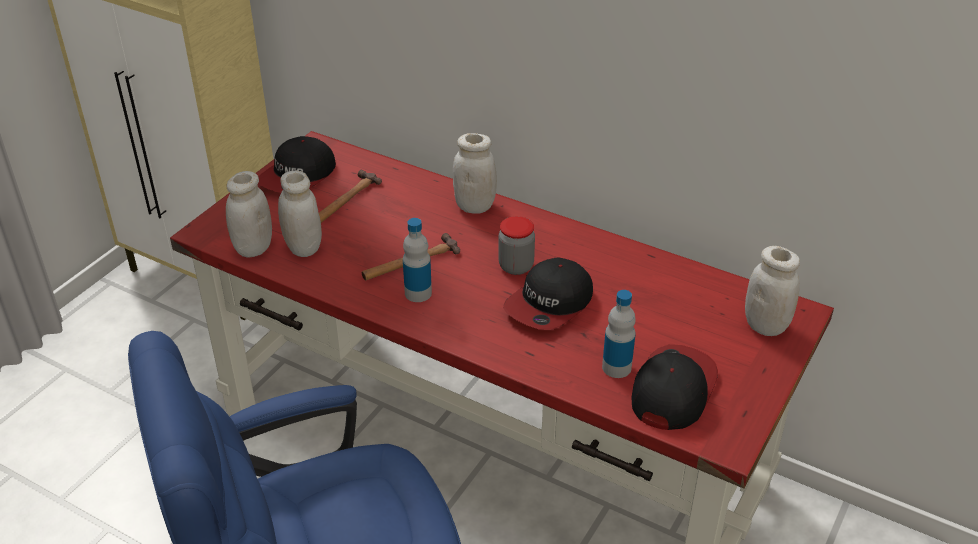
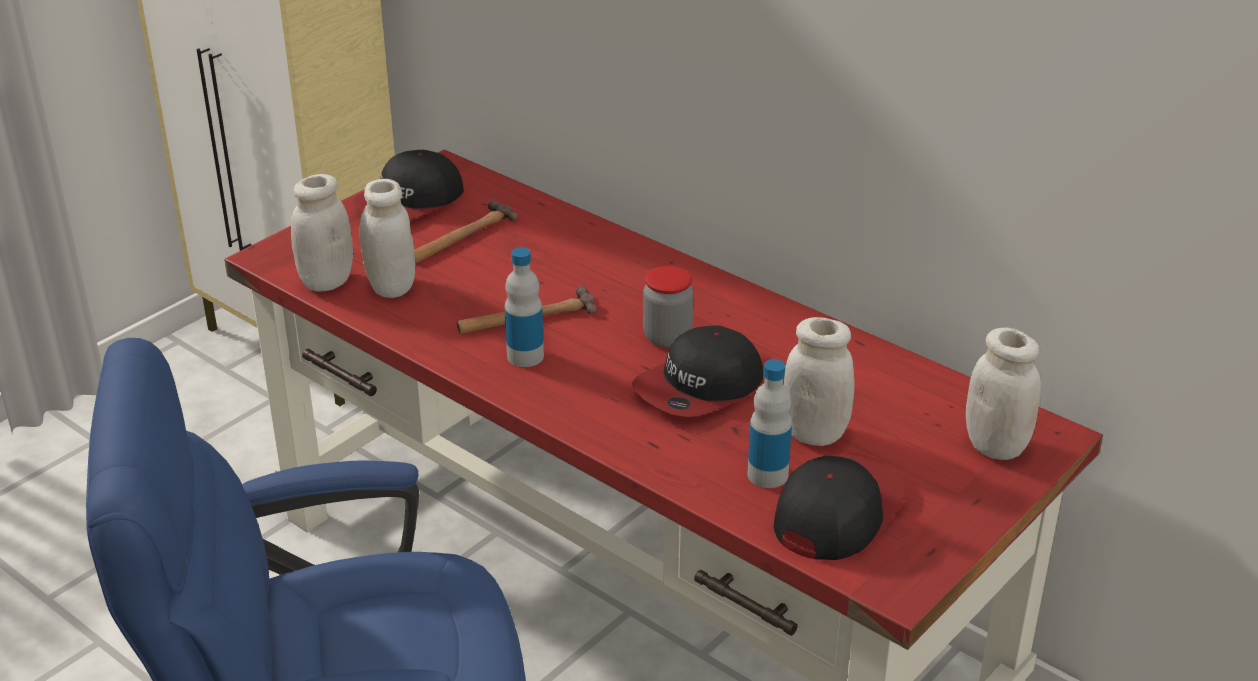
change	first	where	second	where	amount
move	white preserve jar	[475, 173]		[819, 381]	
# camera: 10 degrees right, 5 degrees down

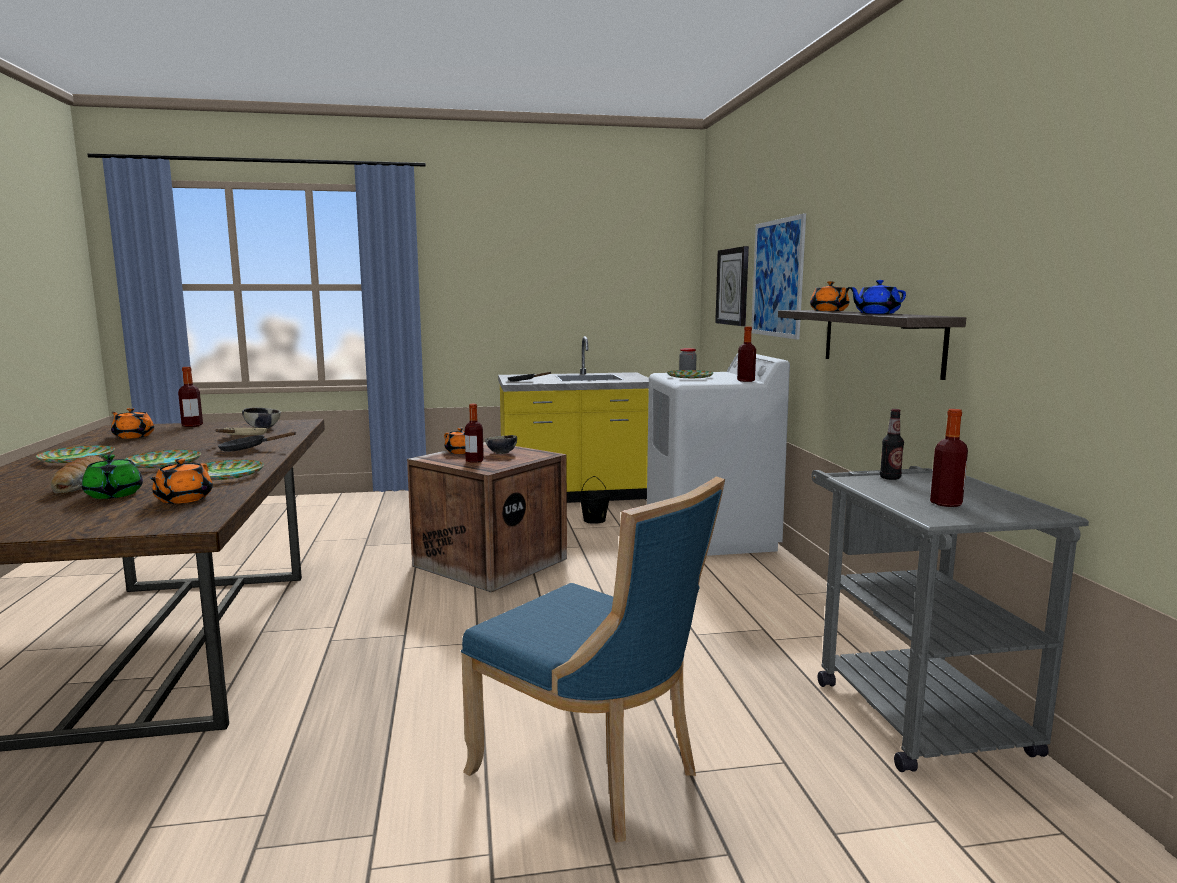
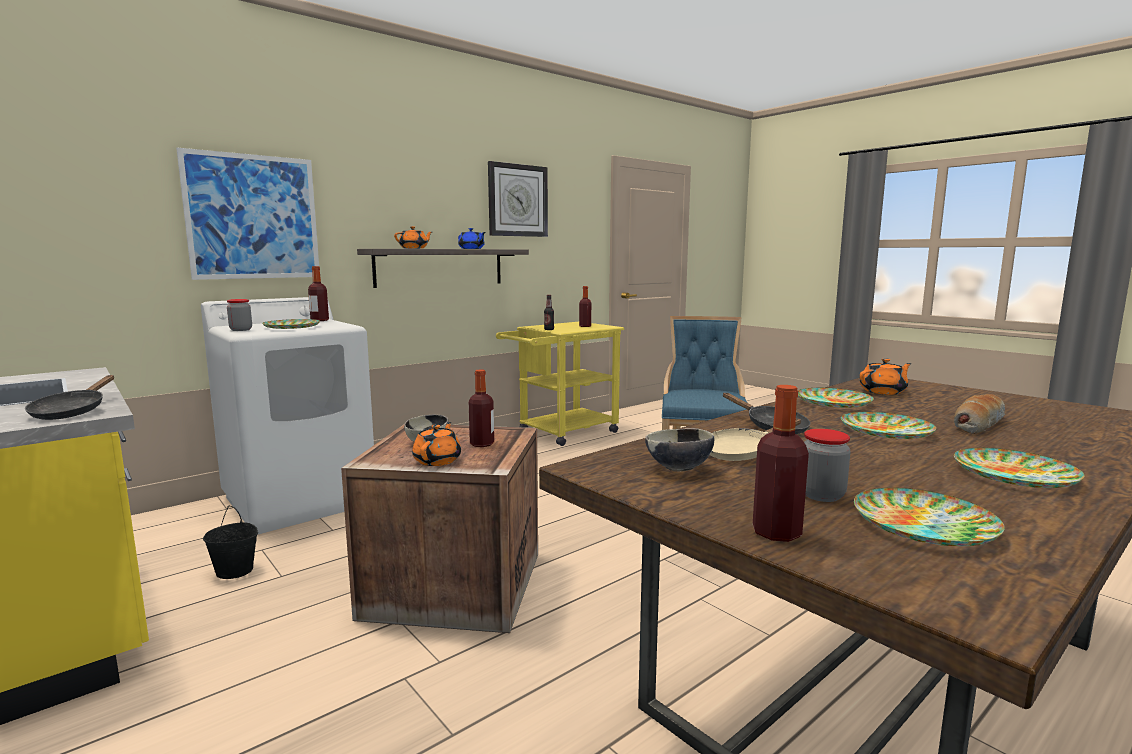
change	first	where	second	where	amount
move	wall clock	[732, 286]		[518, 199]	
recolor	greyish trolley	[950, 619]	yellowish trolley	[560, 384]	
insert			preserve jar	[827, 465]	
replace	orange tea pot	[132, 423]	flat dish	[929, 517]	
delete	green-coloured tea pot	[112, 477]			
# camera: 120 degrees left, 0 degrees up

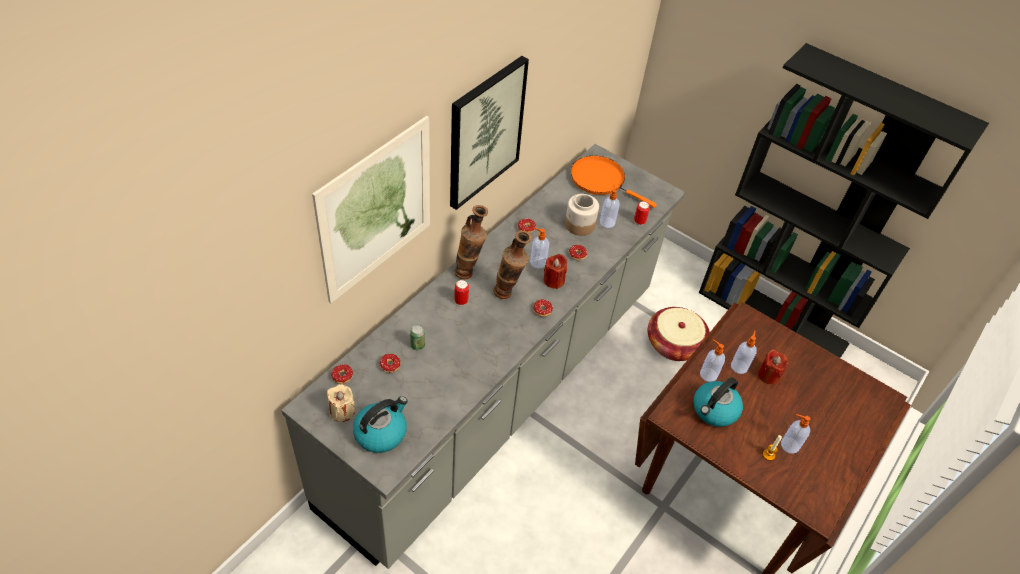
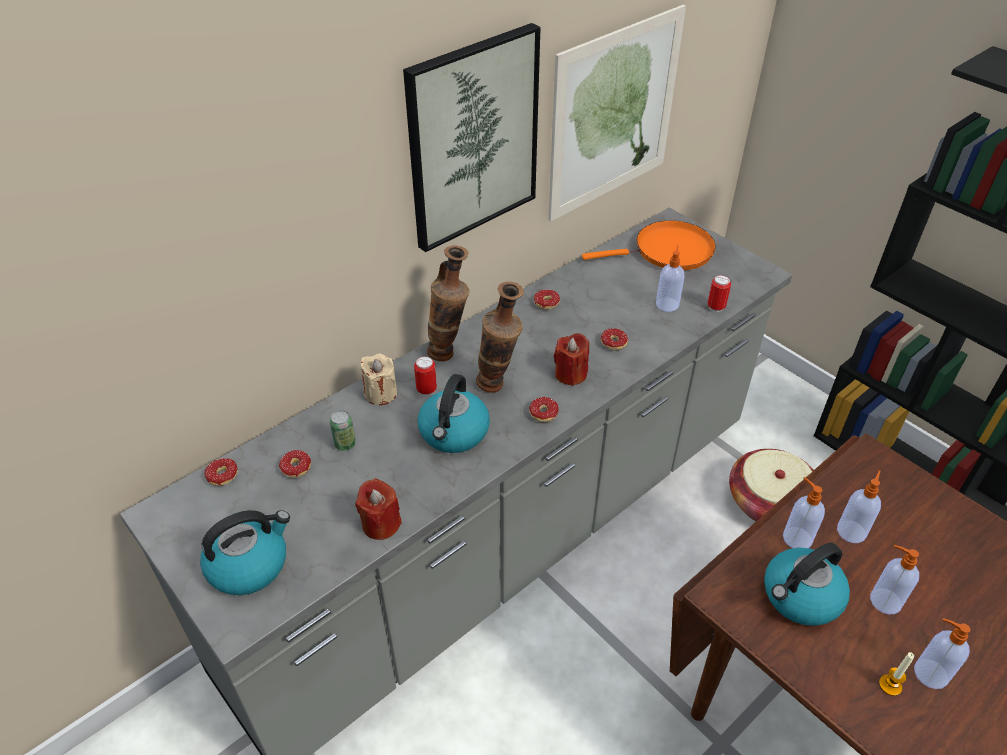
change	first	where	second	where	amount
move	red candle	[773, 366]		[378, 509]	
move	beige-coloured candle	[341, 403]		[379, 379]	
insert			water kettle	[454, 413]	
move	wall picture	[371, 209]		[617, 113]	
rotate	orange skillet	[614, 182]		[649, 245]	120 degrees clockwise
move	soap bottle	[539, 247]		[894, 580]	
delete	preserve jar	[582, 215]			
# camera: 15 degrees right, 5 degrees down

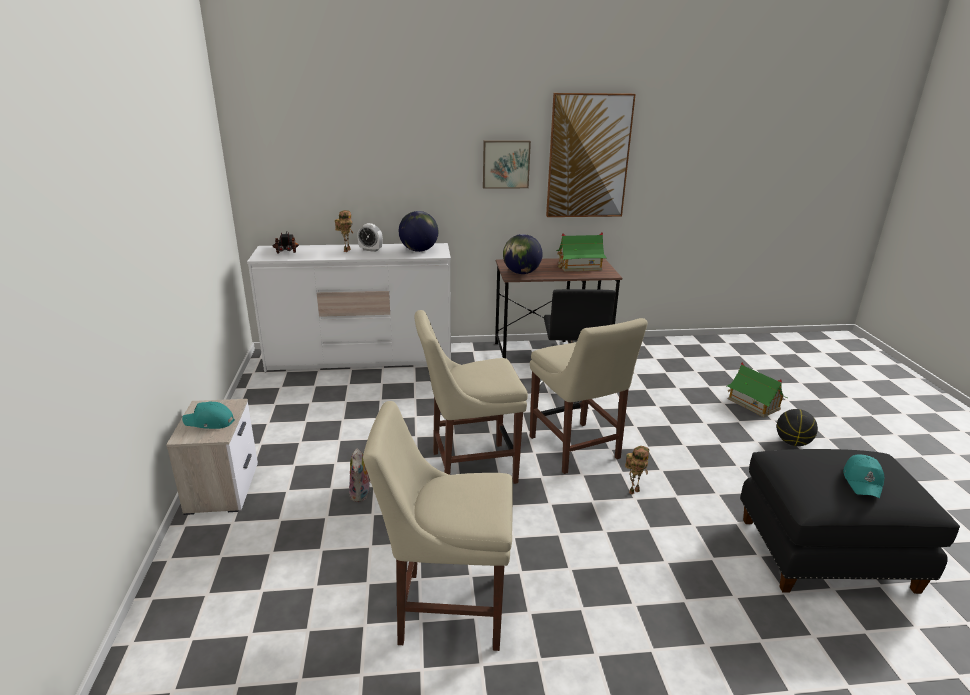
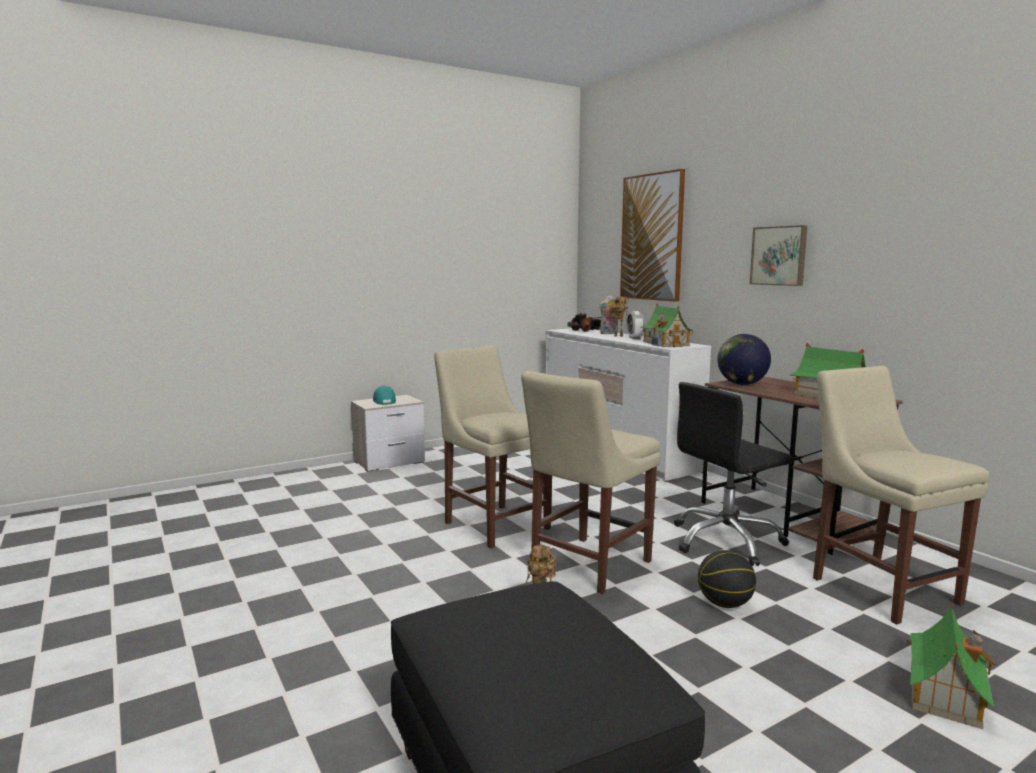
change	first	where	second	where	amount
move	plush toy	[360, 475]		[608, 314]	
move	wall picture	[591, 155]		[652, 235]	
replace	desk globe	[419, 231]	toy house	[667, 325]	
move	ball for basketball	[797, 427]		[727, 579]	
move	beige-coloured chair	[438, 526]		[901, 495]	
delete	blue-green peaked cap	[864, 476]			
# camera: 65 degrees right, 15 degrees down

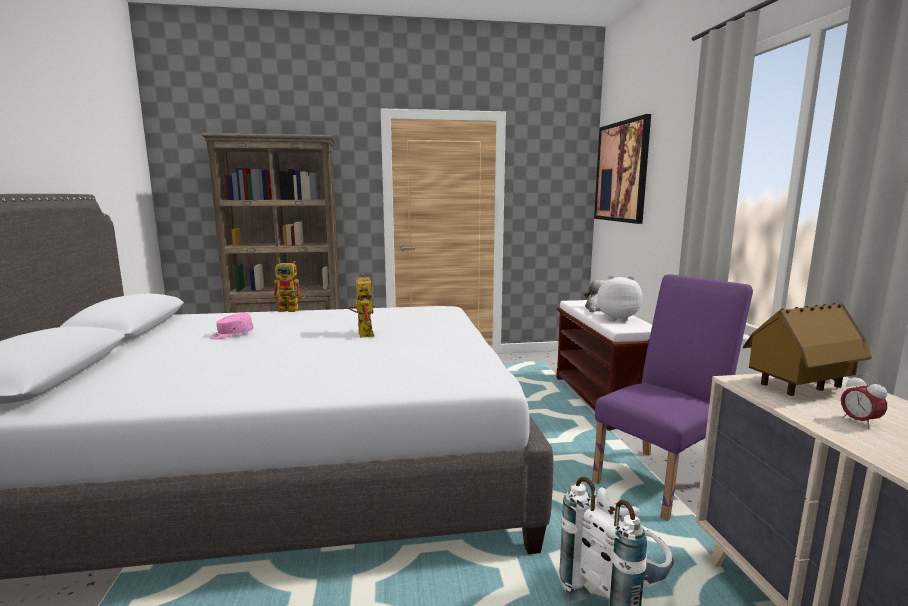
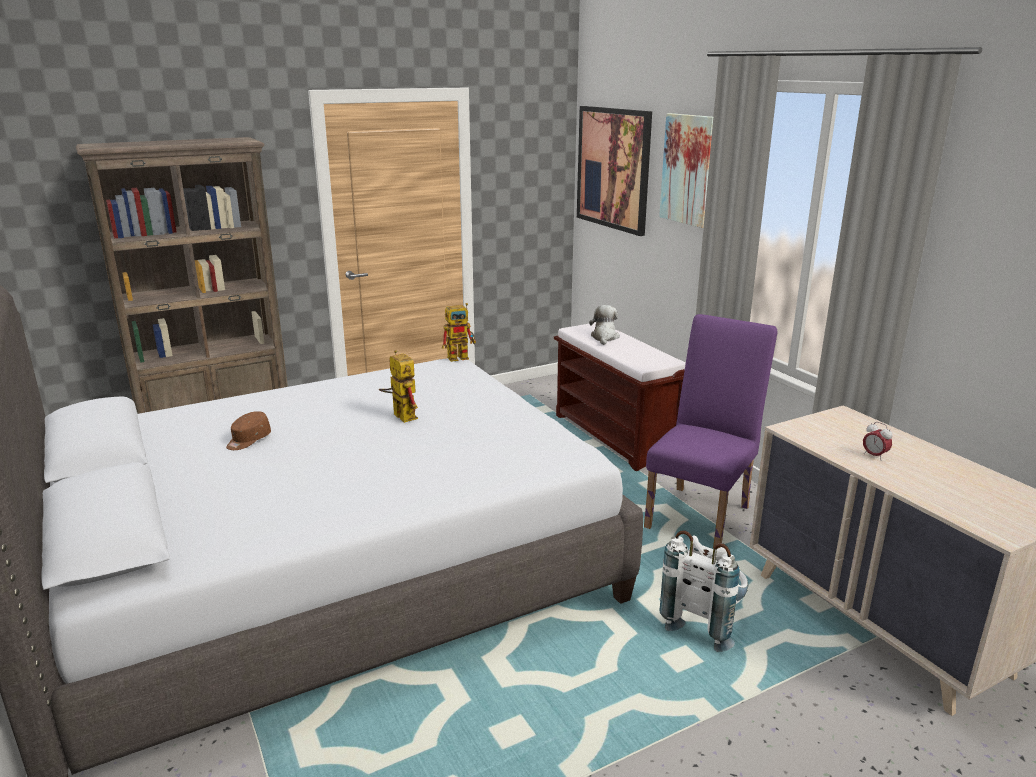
change	first	where	second	where	amount
recolor	pinkish peaked cap	[231, 326]	brown-coloured peaked cap	[248, 430]	
move	model robot	[290, 286]		[459, 332]	
insert			wall picture	[686, 170]	
delete	plush toy	[620, 298]			
delete	toy house	[807, 349]			
# camera: 20 degrees left, 10 degrees up

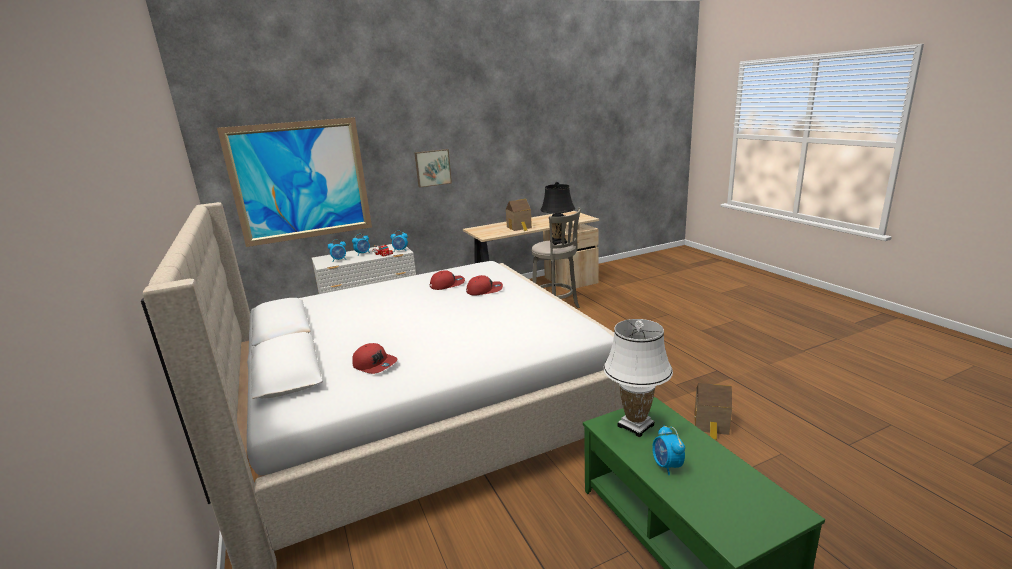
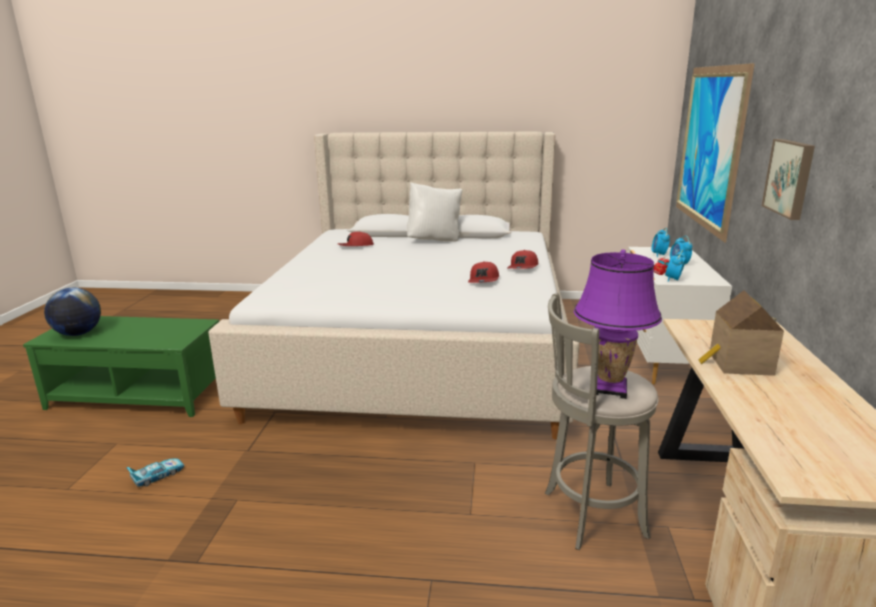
change	first	where	second	where	amount
insert			desk globe	[72, 312]	
replace	toy house	[713, 411]	toy car	[155, 472]	
insert			white throw pillow	[434, 212]	
move	red peaked cap	[484, 285]		[522, 259]	
recolor	black-coloured table lamp	[558, 213]	purple table lamp	[618, 324]	
delete	white table lamp	[638, 378]			
delete	table clock	[668, 450]			
# camera: 120 degrees right, 0 degrees up

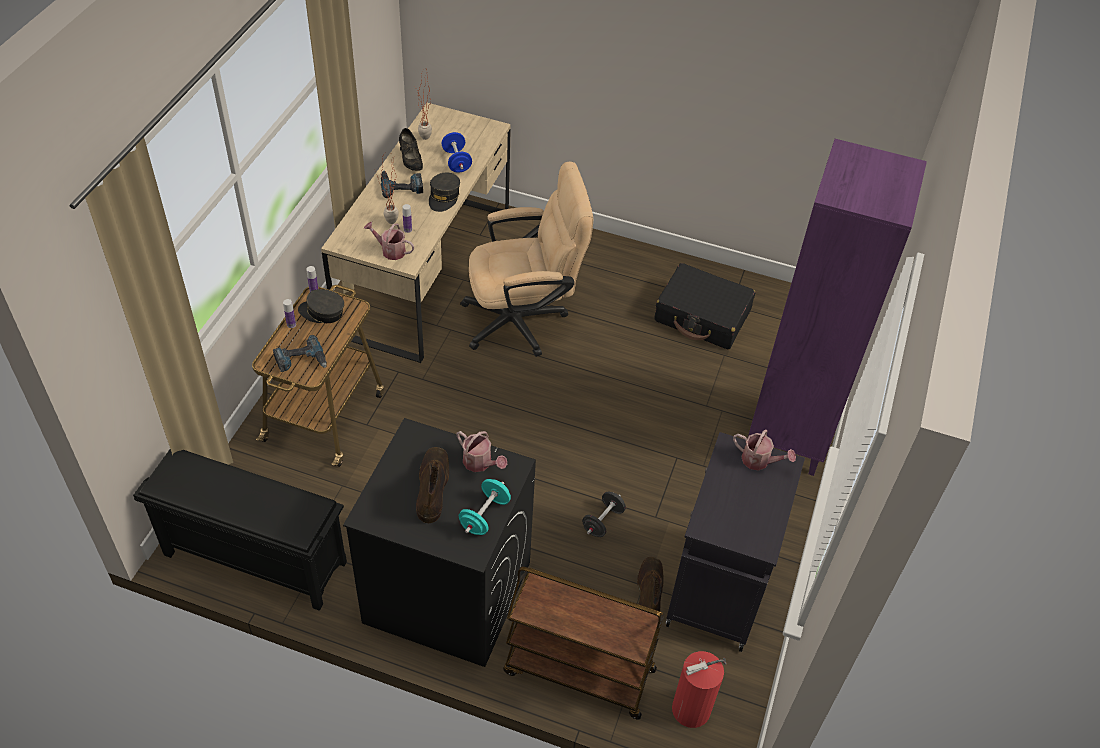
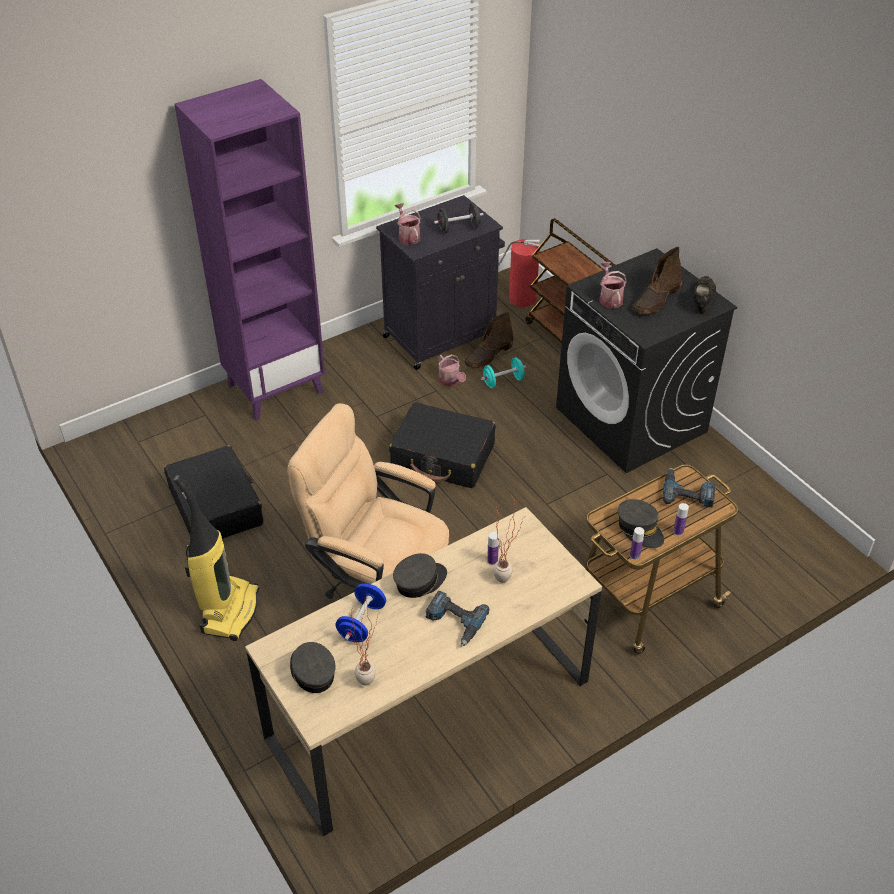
change	first	where	second	where	amount
insert			vacuum cleaner	[216, 558]	
insert			greyish peaked cap	[312, 667]	
insert			black-coloured piece of luggage	[442, 445]	
move	black-coloured free weight	[604, 514]		[459, 218]	
move	sprinkling can	[389, 241]		[452, 370]	
move	blue-green free weight	[485, 507]		[503, 372]	
move	black-coloured item of footwear	[411, 149]		[705, 295]	
delete	black-coloured shoe rack	[240, 530]			
# camera: 140 degrees left, 5 degrees down

